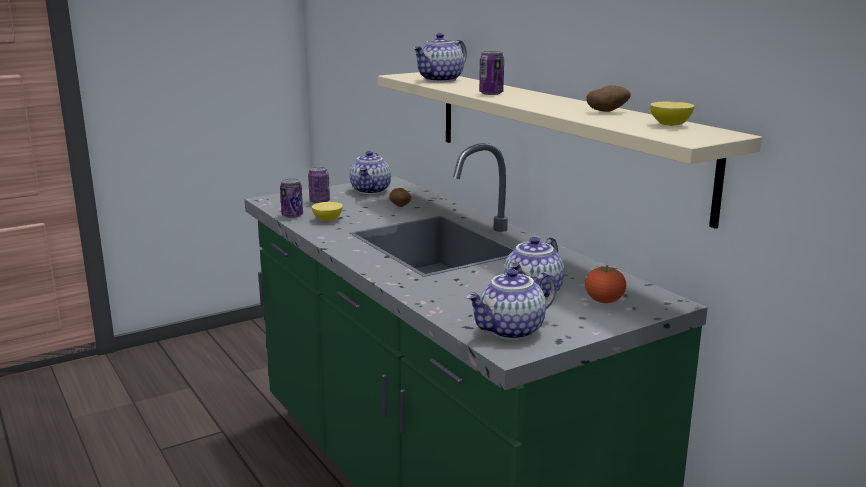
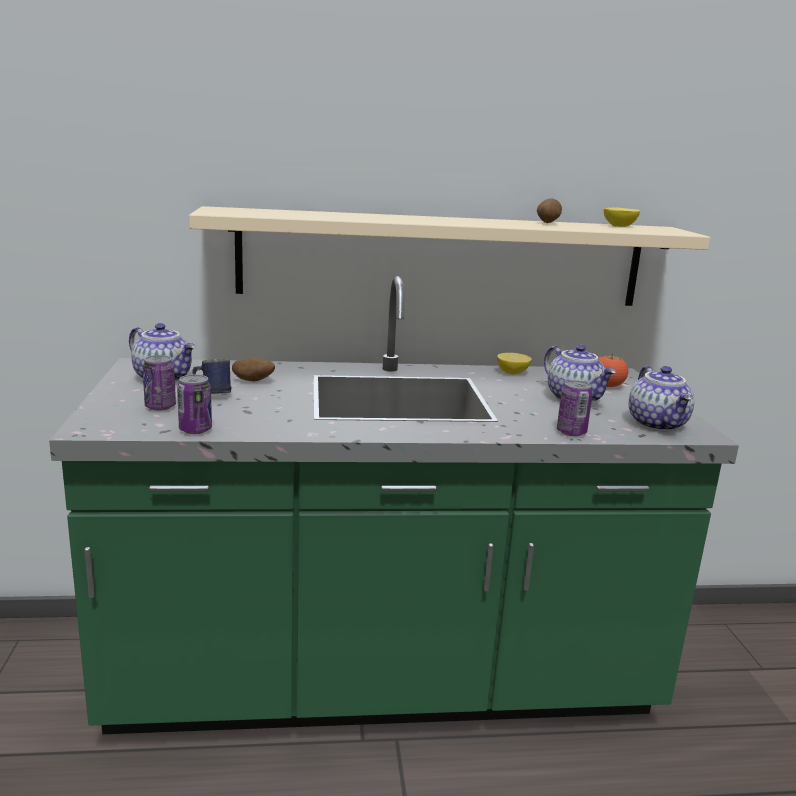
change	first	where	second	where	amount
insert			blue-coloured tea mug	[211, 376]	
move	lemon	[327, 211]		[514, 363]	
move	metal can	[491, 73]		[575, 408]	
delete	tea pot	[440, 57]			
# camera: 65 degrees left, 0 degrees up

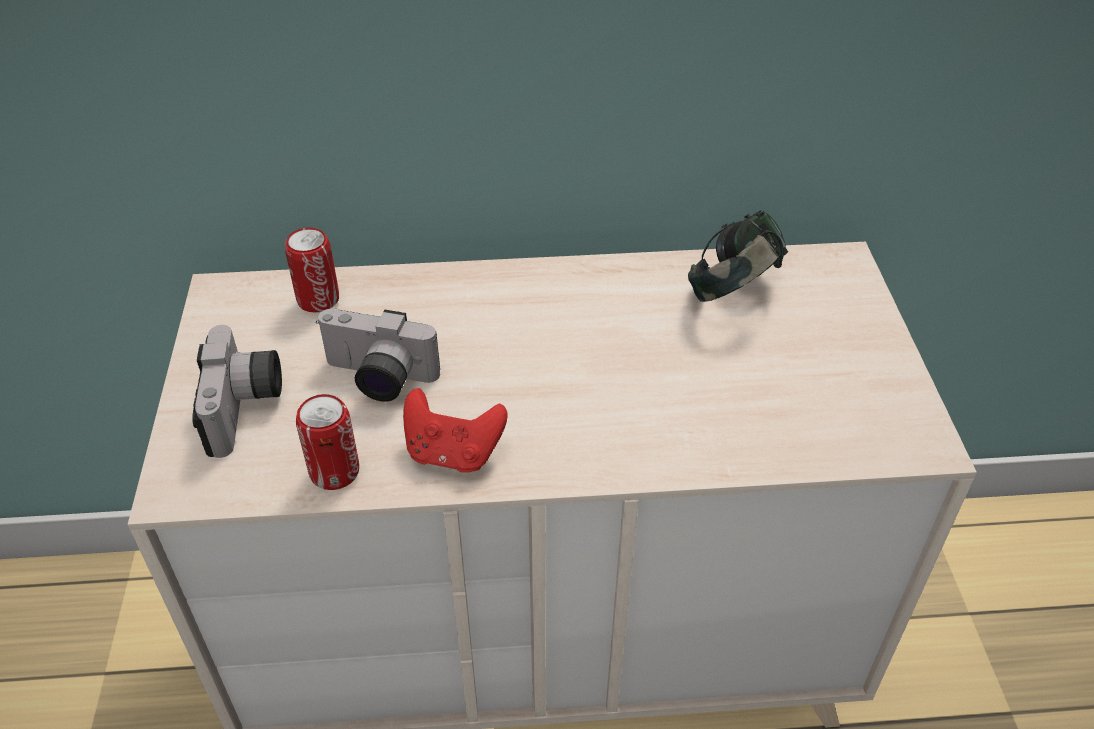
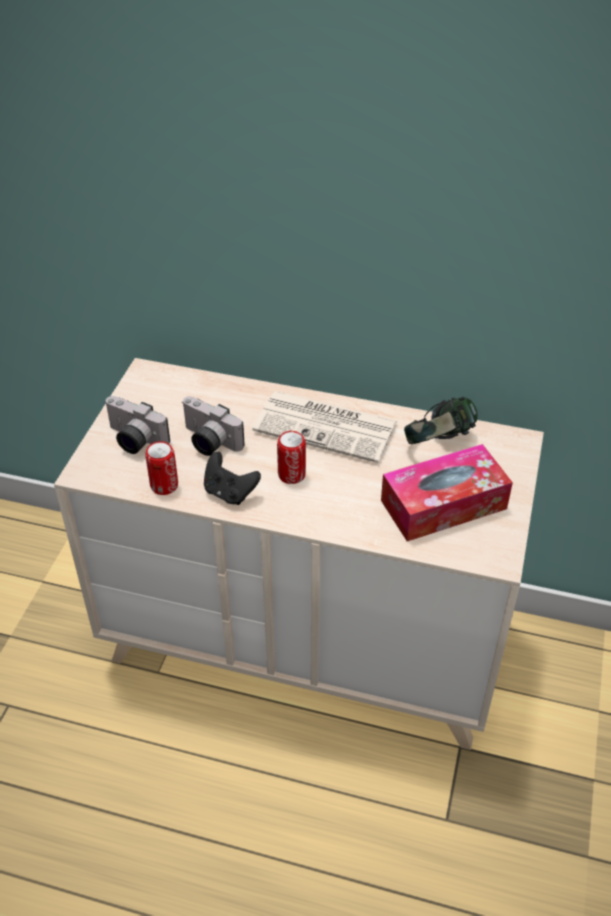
change	first	where	second	where	amount
rotate	photo camera	[237, 391]		[137, 425]	105 degrees clockwise
recolor	red joypad	[455, 430]	black-coloured joypad	[232, 478]	
insert			newspaper	[325, 427]	
move	metal can	[312, 270]		[291, 457]	
insert			tissue holder	[447, 492]	
# camera: 20 degrees right, 0 degrees up

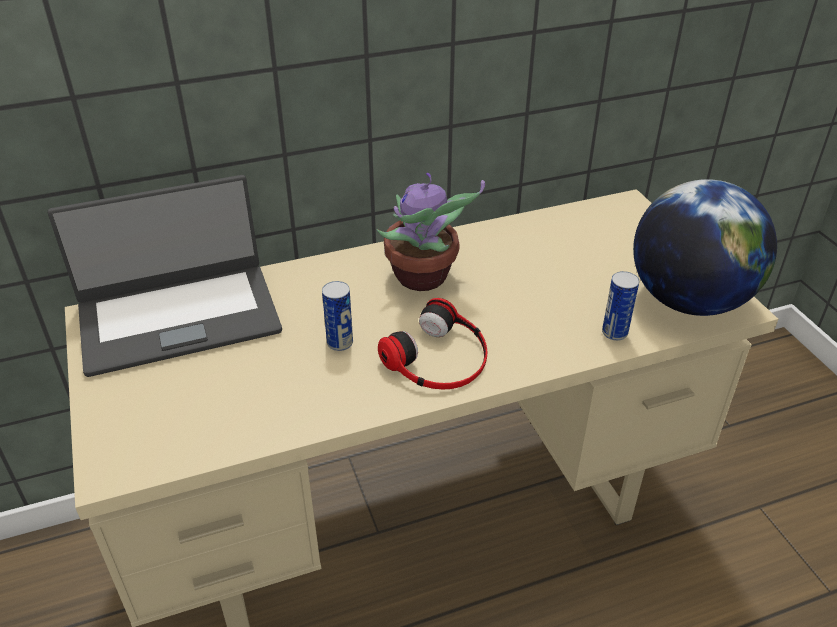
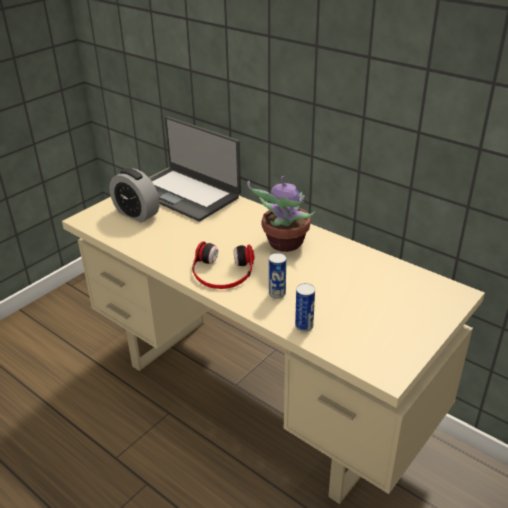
change	first	where	second	where	amount
insert			table clock	[134, 195]	
move	metal can	[337, 316]		[277, 276]	
delete	desk globe	[705, 247]			
# camera: 60 degrees right, 5 degrees down

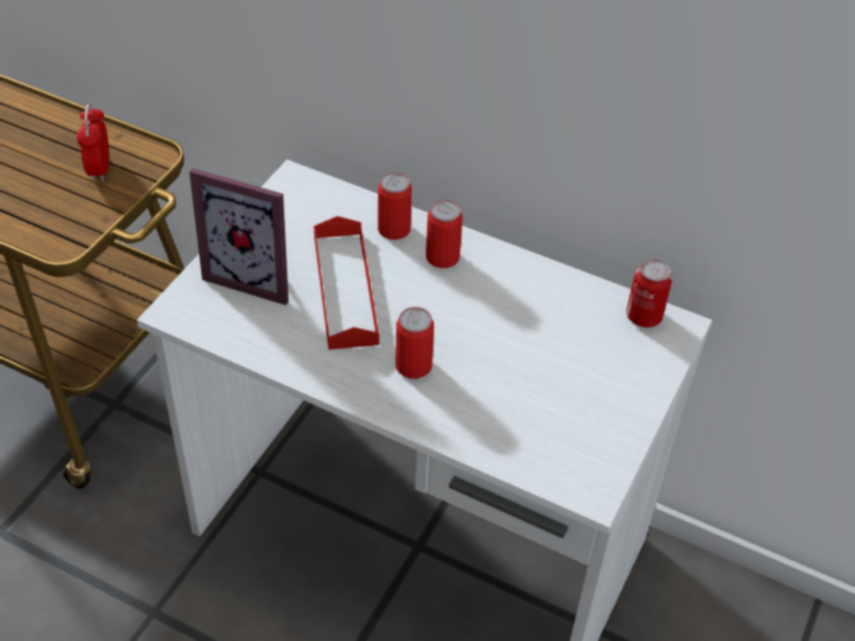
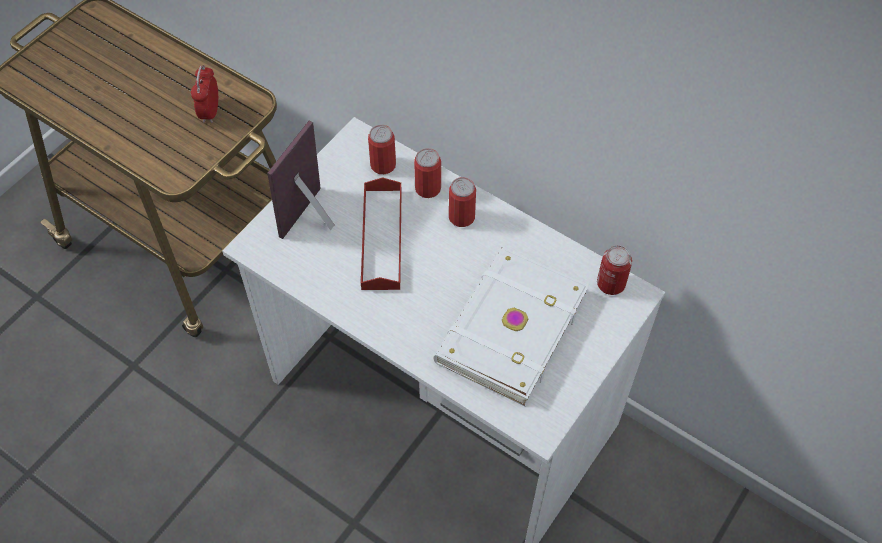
change	first	where	second	where	amount
rotate	picture frame	[239, 236]		[300, 180]	90 degrees clockwise
move	metal can	[414, 343]		[382, 149]	
insert			white volume	[511, 327]	
# camera: 10 degrees right, 10 degrees up

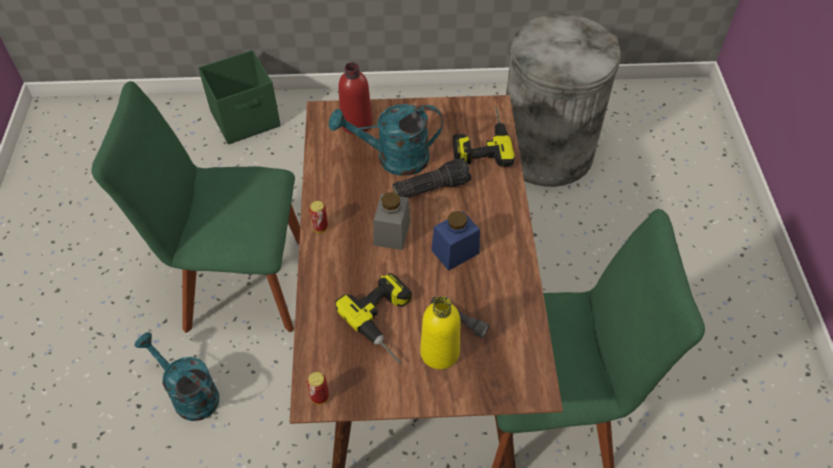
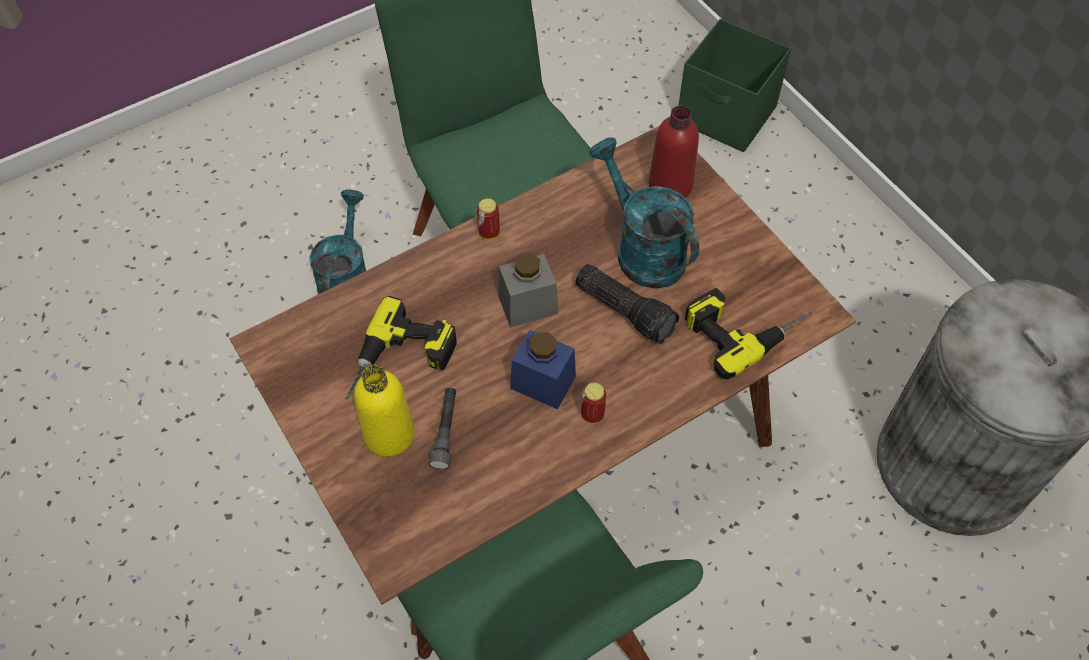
change	first	where	second	where	amount
move	metal can	[318, 388]		[593, 403]	
# camera: 60 degrees right, 5 degrees up

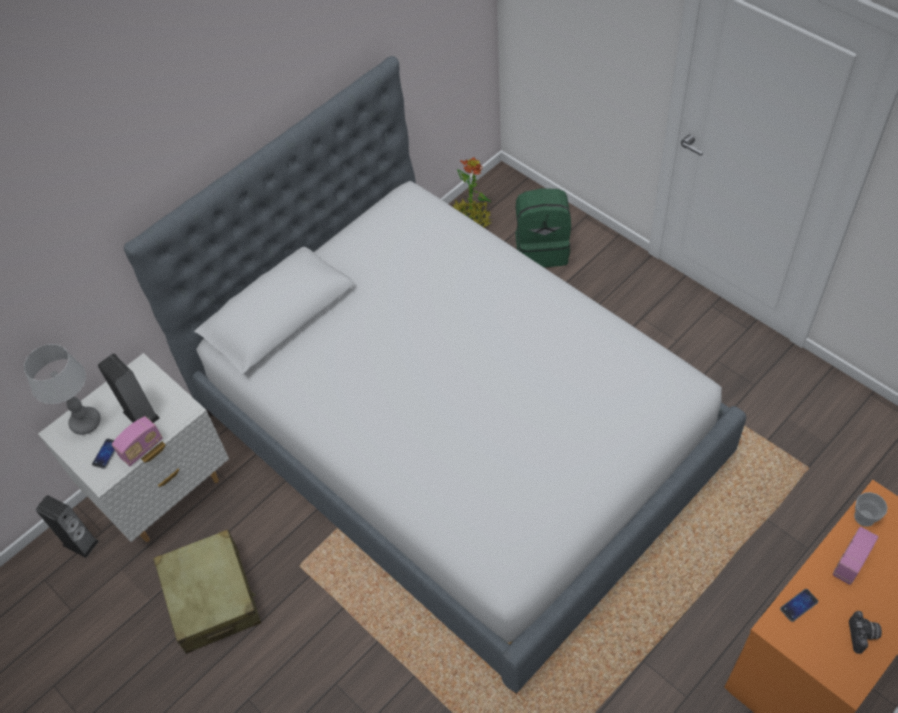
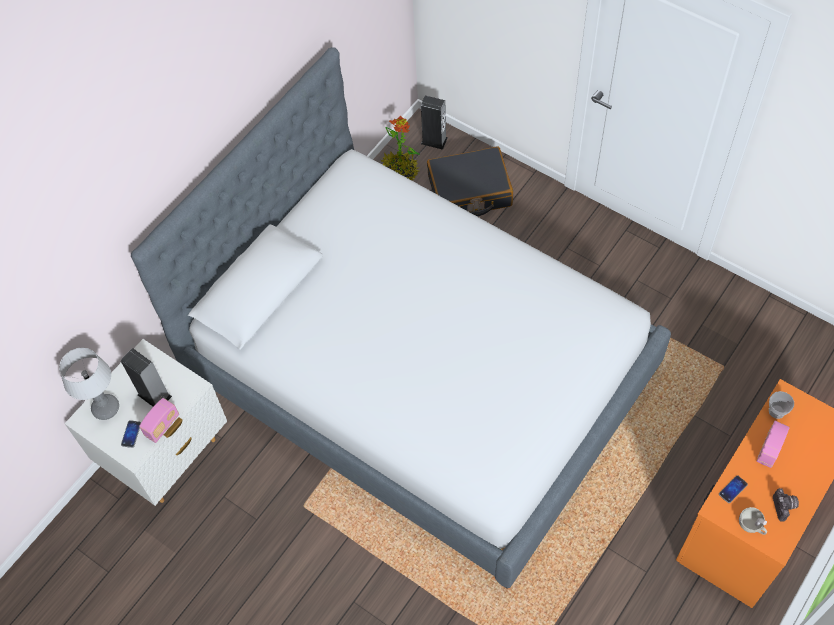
change	first	where	second	where	amount
move	loudspeaker	[67, 526]		[434, 123]	
replace	green-coloured backpack	[543, 227]	black-coloured piece of luggage	[470, 181]	
insert			white drinking cup	[753, 521]	
delete	beige-coloured piece of luggage	[207, 591]			
# camera: 10 degrees left, 5 degrees up

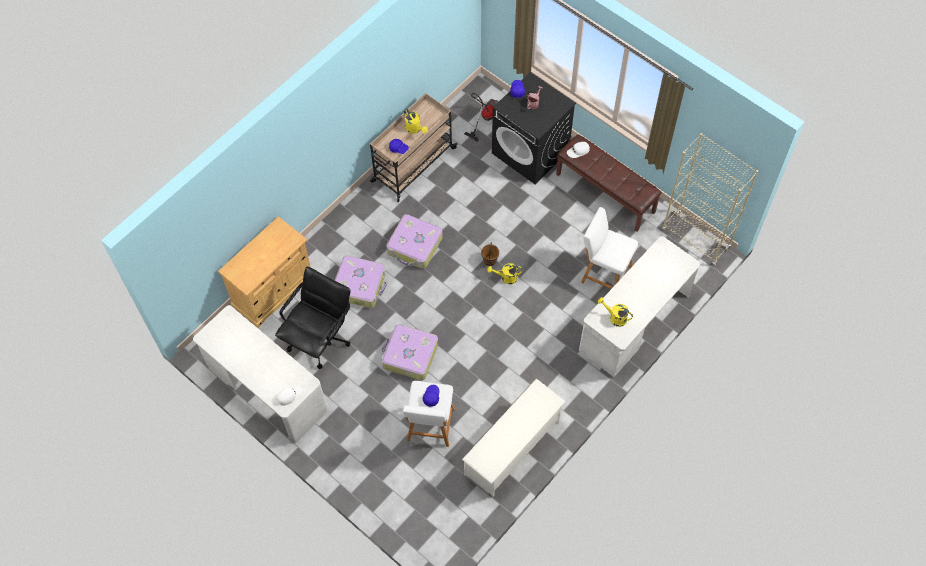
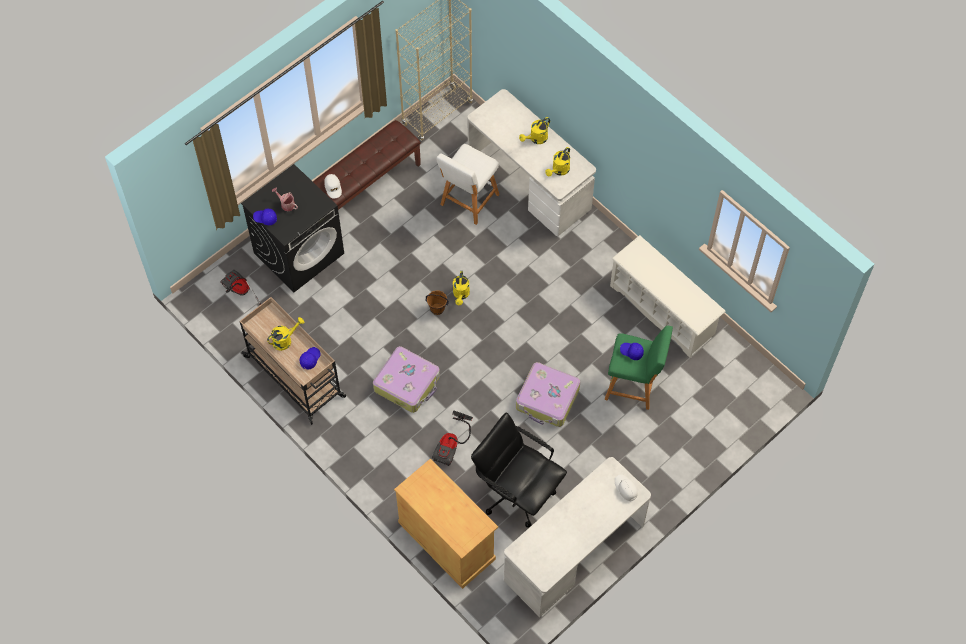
change	first	where	second	where	amount
replace	piece of luggage	[361, 281]	vacuum cleaner	[452, 438]	
insert			yellowish sprinkling can	[534, 130]	
recolor	white sitting stool	[429, 414]	green-coloured sitting stool	[639, 367]	
# camera: 85 degrees left, 0 degrees up

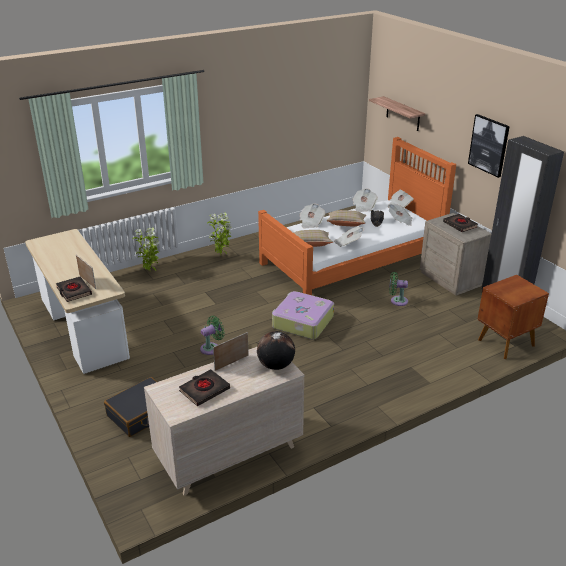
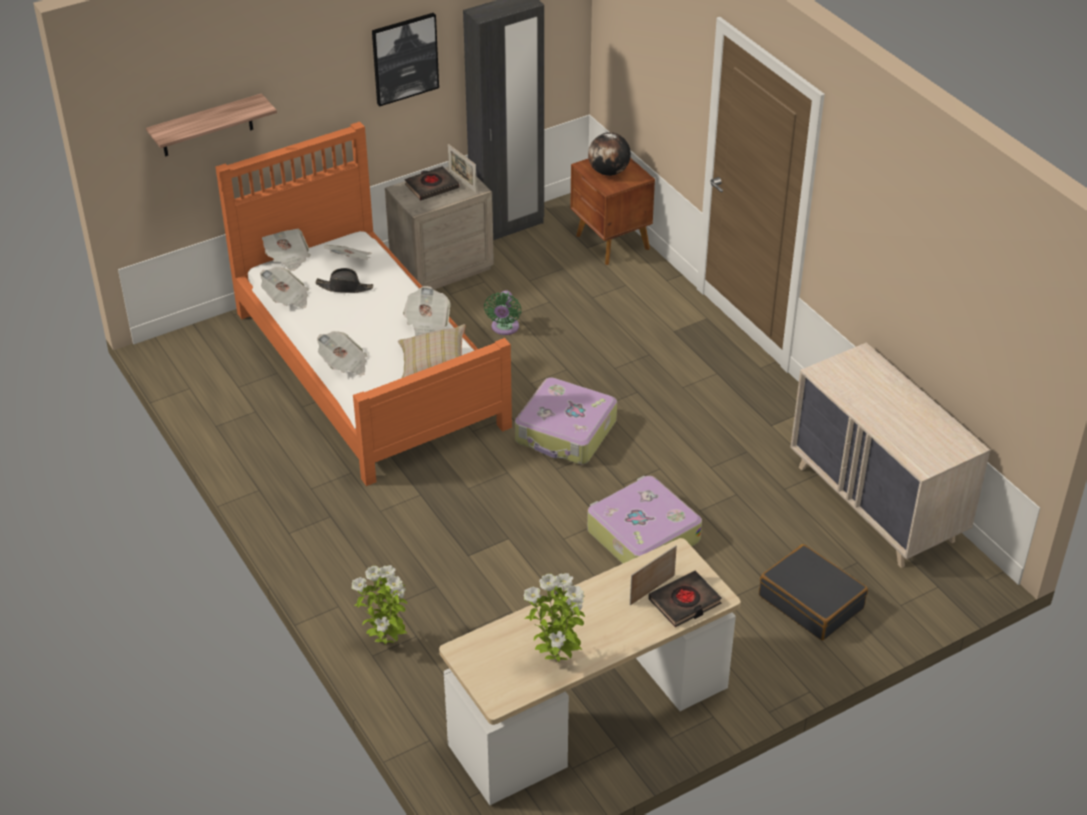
change	first	where	second	where	amount
move	picture frame	[231, 351]		[462, 168]	
move	plant in a pot	[219, 234]		[554, 618]	
replace	green-coloured cooling fan	[212, 335]	piece of luggage	[644, 520]	
move	desk globe	[276, 350]		[609, 154]	
delete	black-coloured volume	[204, 387]			
delete	beige-coloured throw pillow	[346, 218]			
# camera: 90 degrees left, 10 degrees up

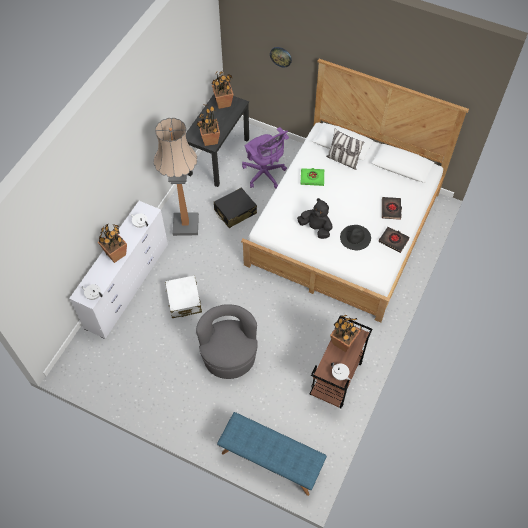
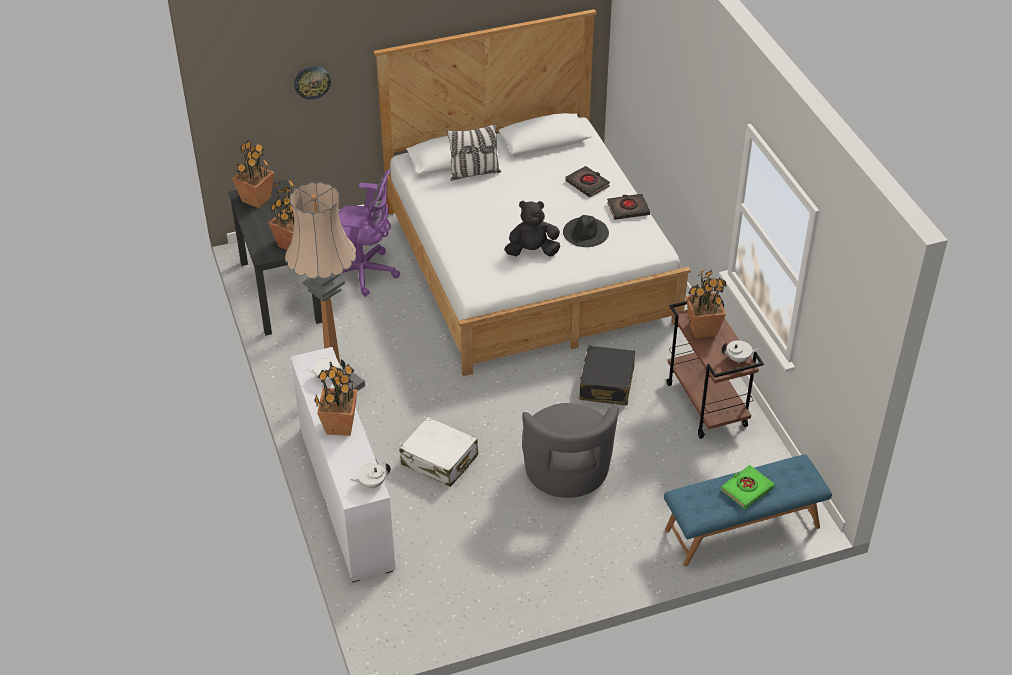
change	first	where	second	where	amount
rotate	greyish lounge chair	[227, 341]		[570, 450]	135 degrees counterclockwise
move	black-coloured piece of luggage	[235, 207]		[607, 375]	
move	green-coloured volume	[312, 177]		[747, 487]	
# camera: 45 degrees left, 15 degrees down

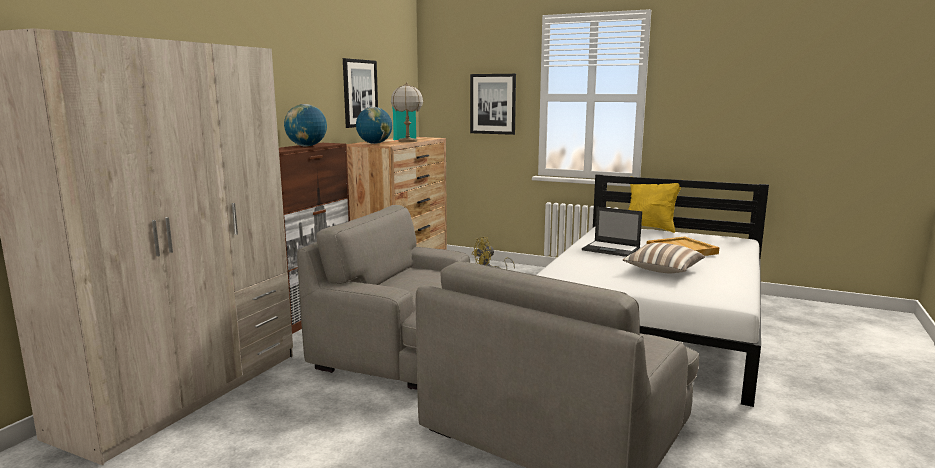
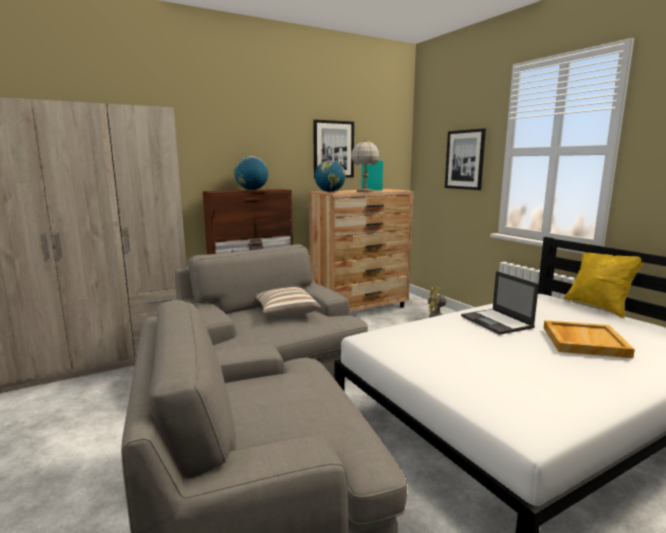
change	first	where	second	where	amount
move	throw pillow	[664, 258]		[288, 301]	
# camera: 35 degrees right, 0 degrees up

